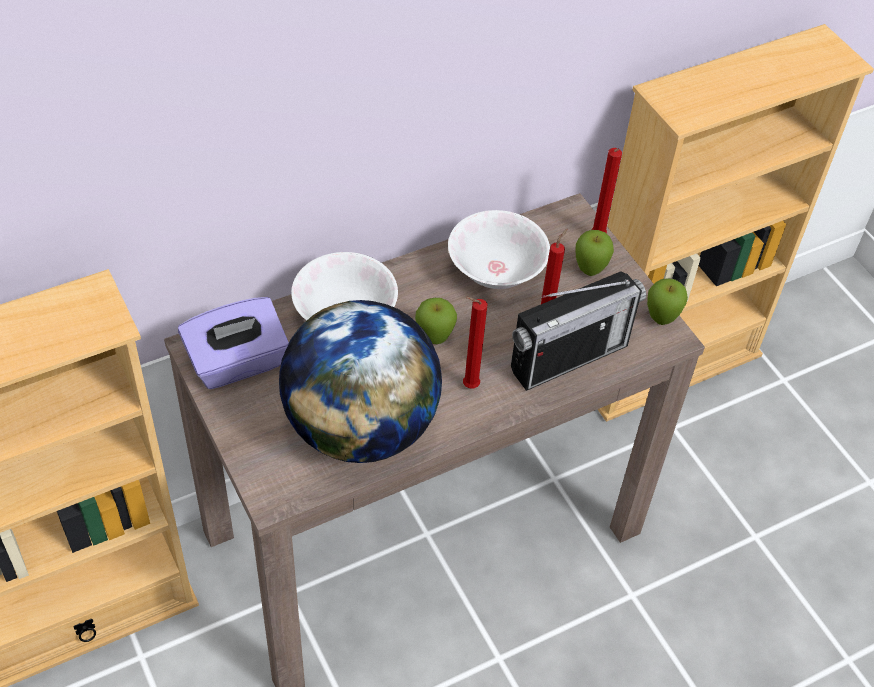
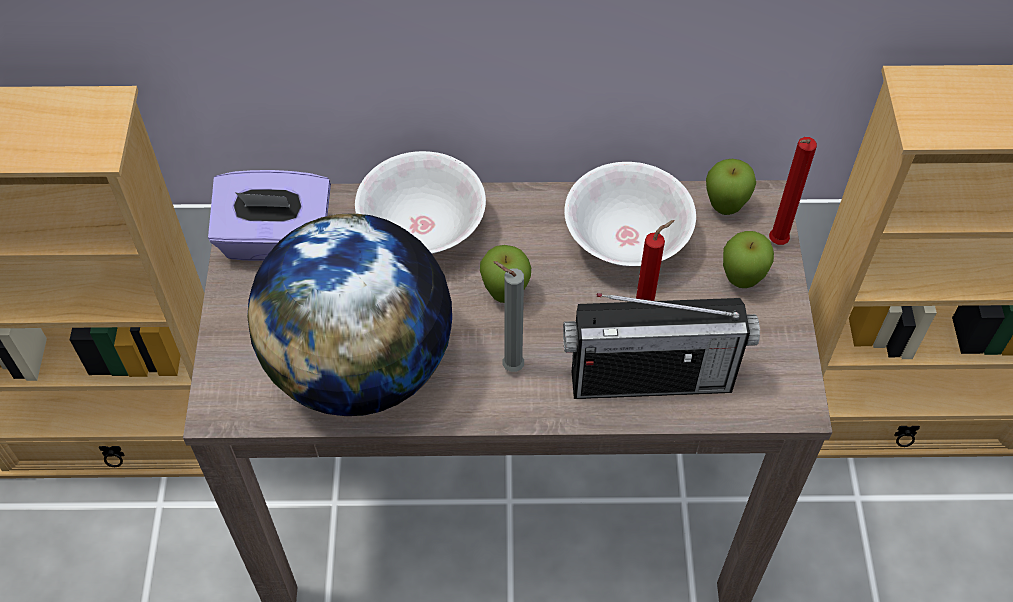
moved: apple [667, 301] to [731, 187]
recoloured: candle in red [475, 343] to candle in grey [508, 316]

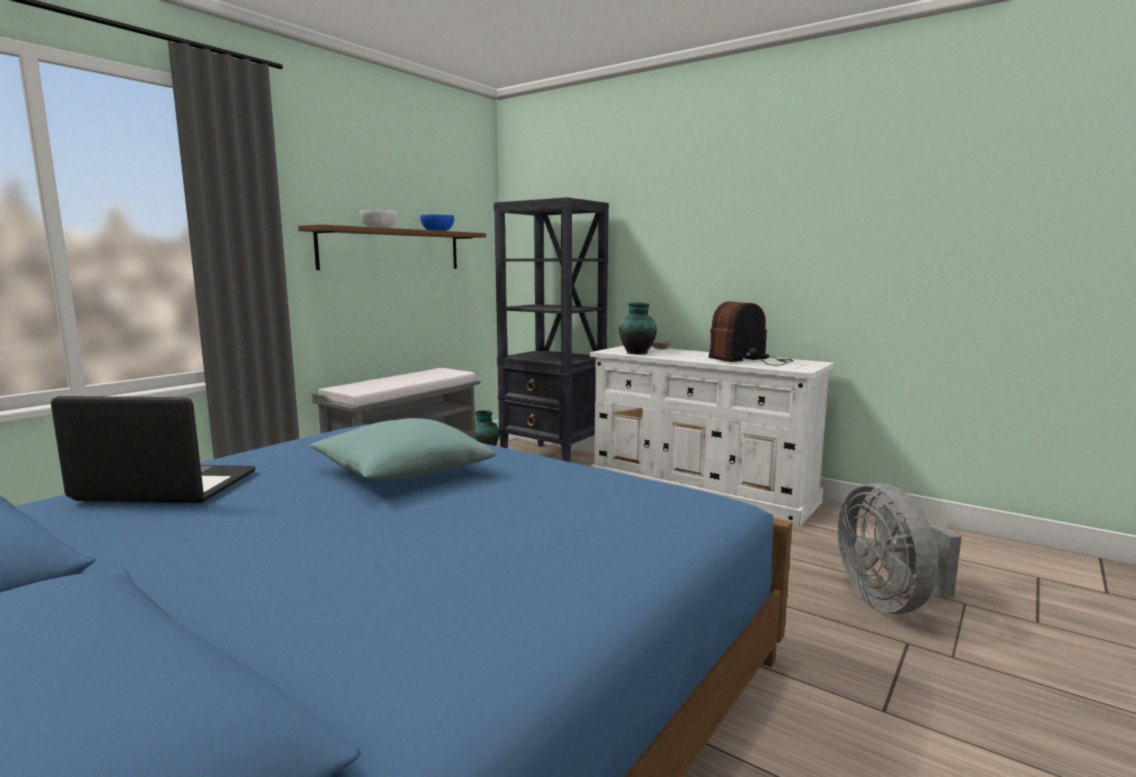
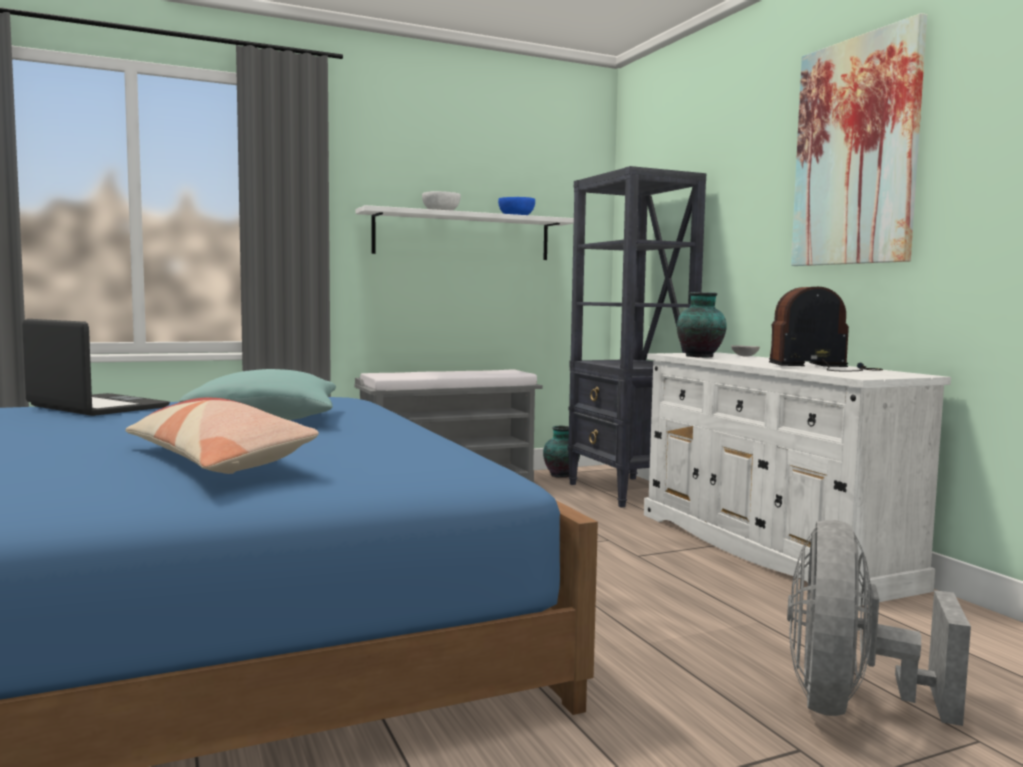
added: pillow [222, 436]; picture [859, 139]
recoloured: shelf in brown [392, 247] to shelf in white [464, 232]

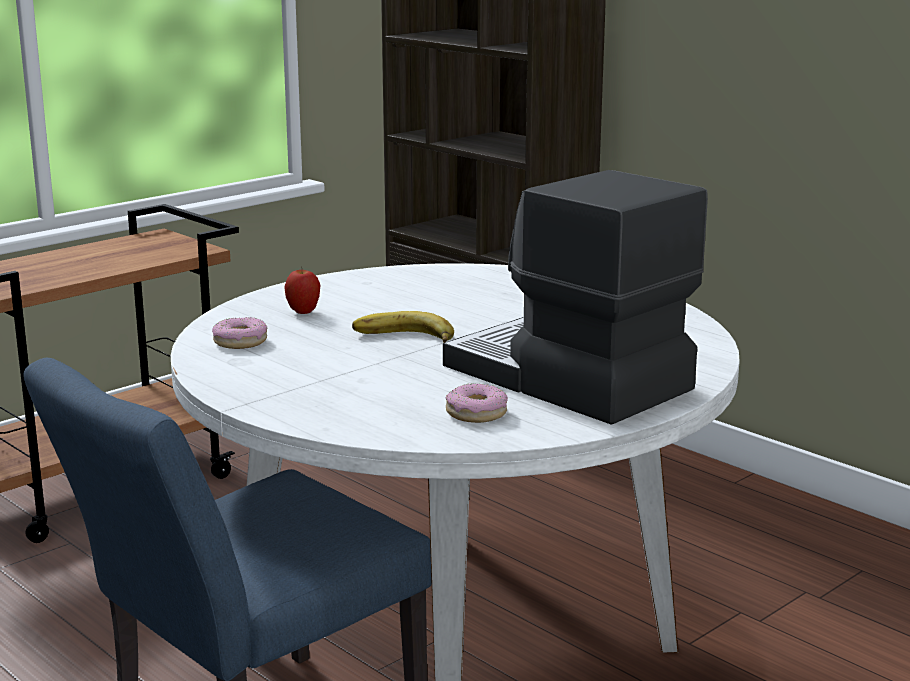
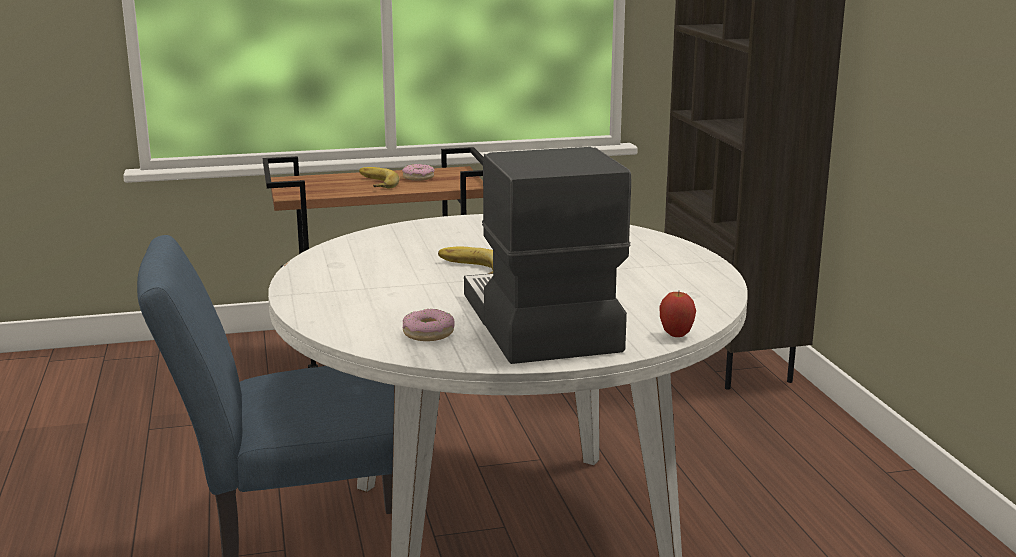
added: banana [379, 178]
moved: donut [239, 333] to [418, 172]; apple [302, 292] to [677, 314]

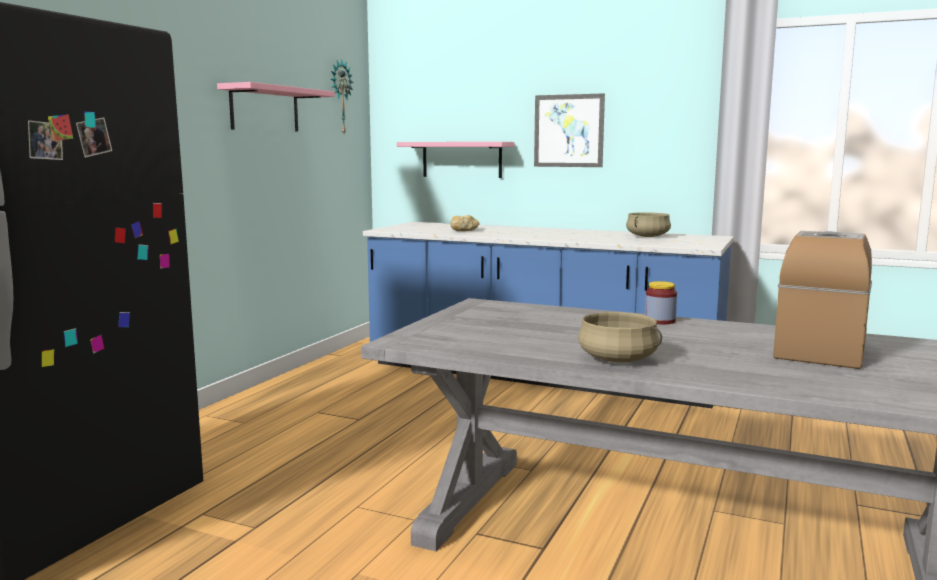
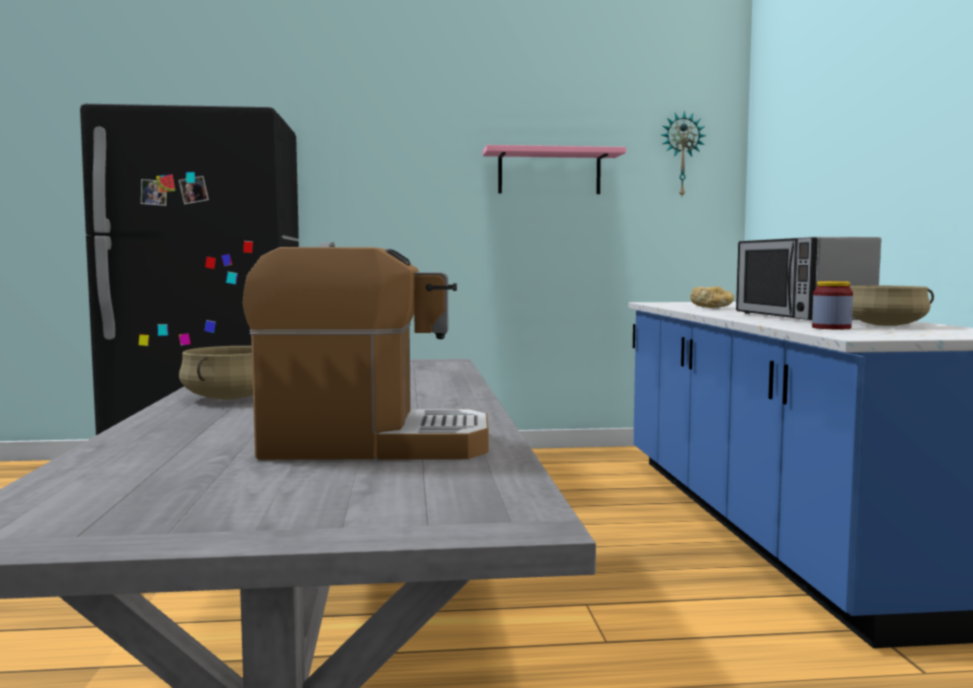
removed: shelf in pink [456, 160]; picture [569, 130]
added: microwave [808, 278]
moved: jar [661, 302] to [832, 305]

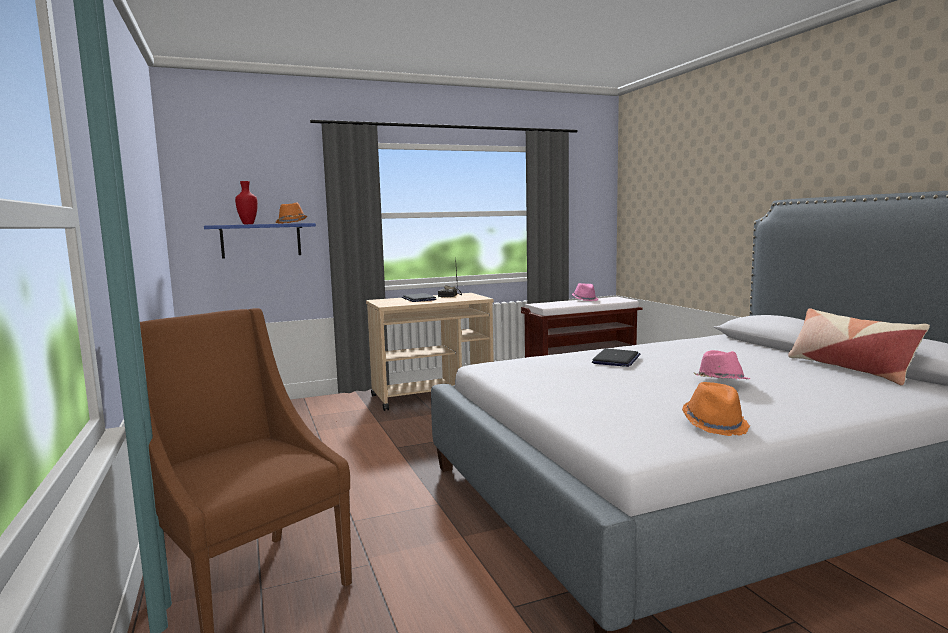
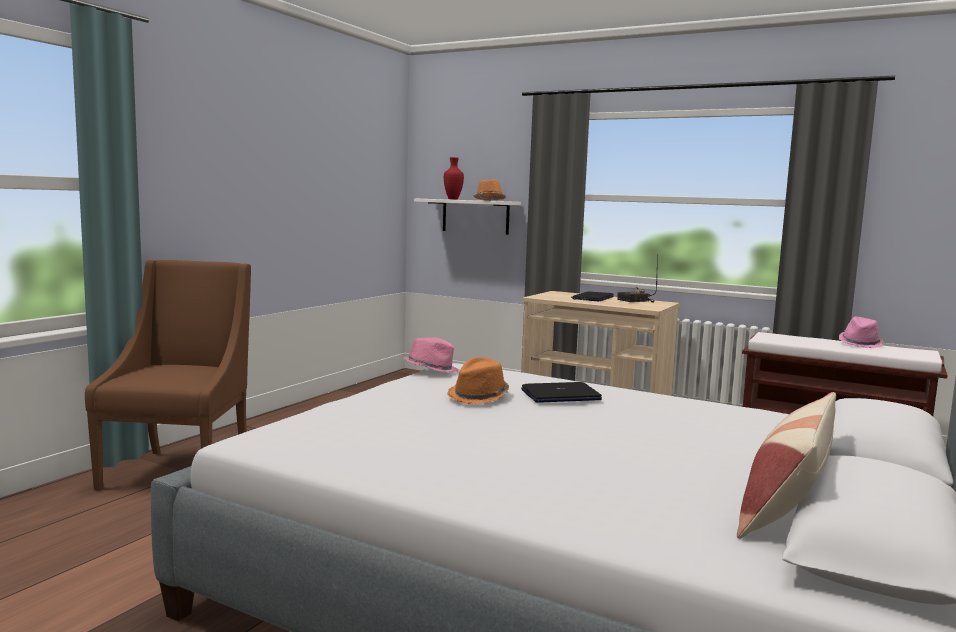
moved: hat in orange [716, 409] to [478, 381]; hat in pink [722, 364] to [431, 355]
recoloured: shelf in blue [260, 240] to shelf in white [467, 216]

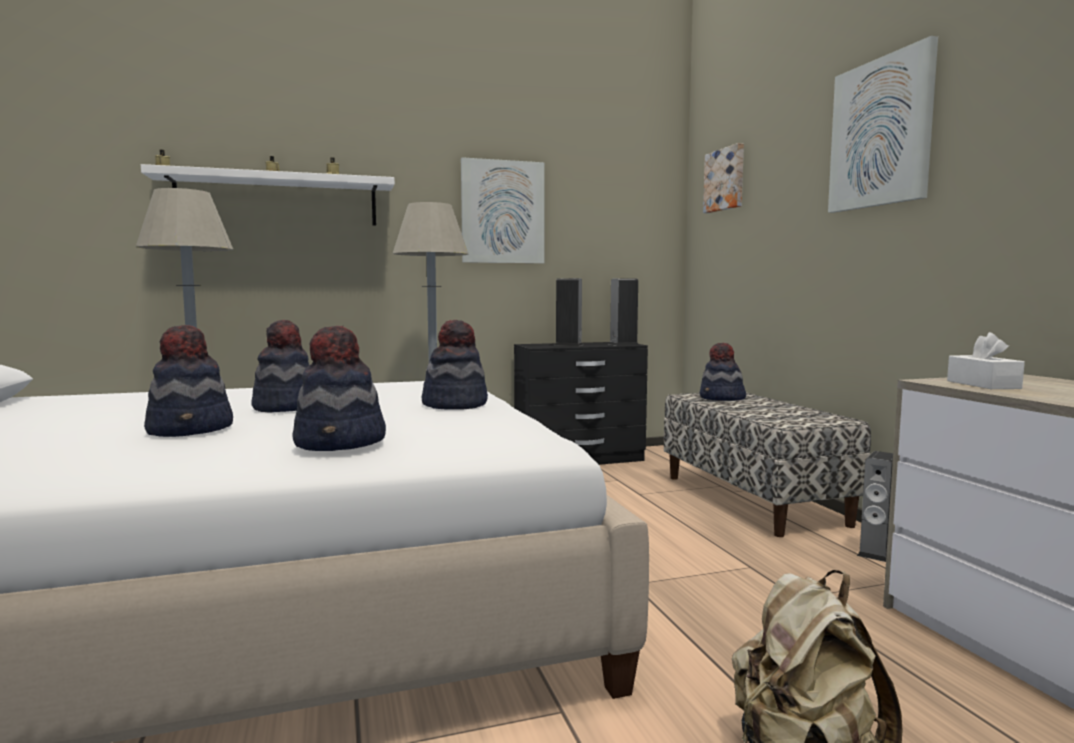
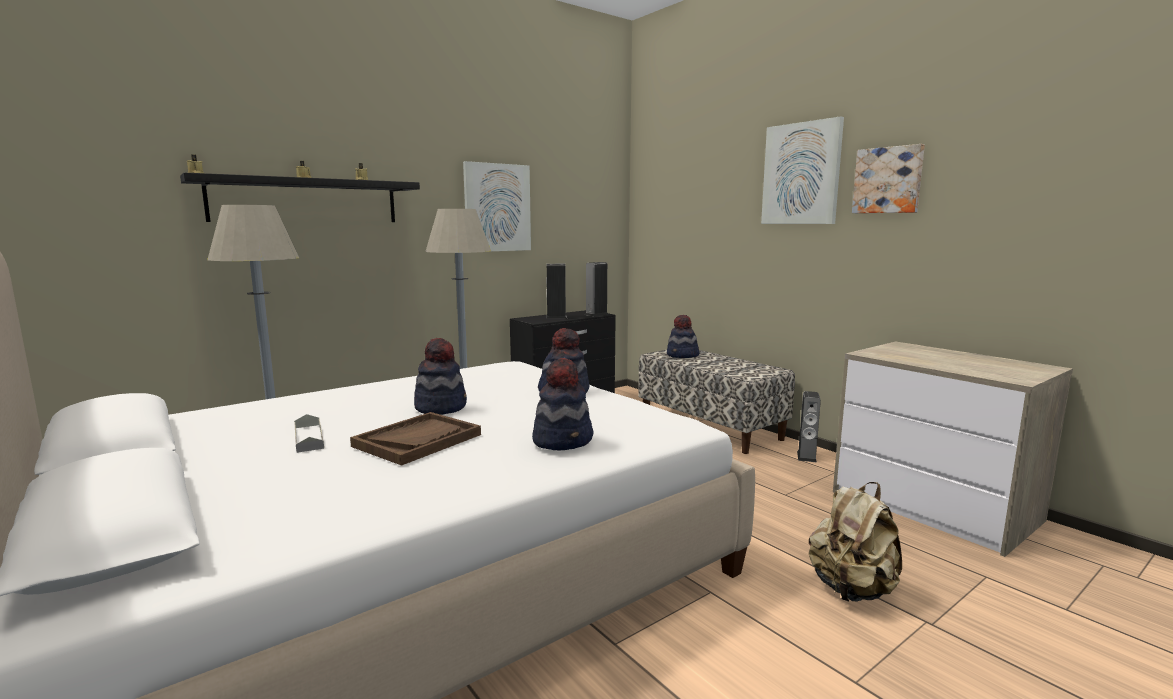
removed: tissue box in white [986, 360]
added: tray in grey [309, 433]
moved: picture [723, 178] to [888, 178]
replaced: hat [188, 381] to tray in brown [415, 439]
recoloured: shelf in white [268, 195] to shelf in black [300, 197]

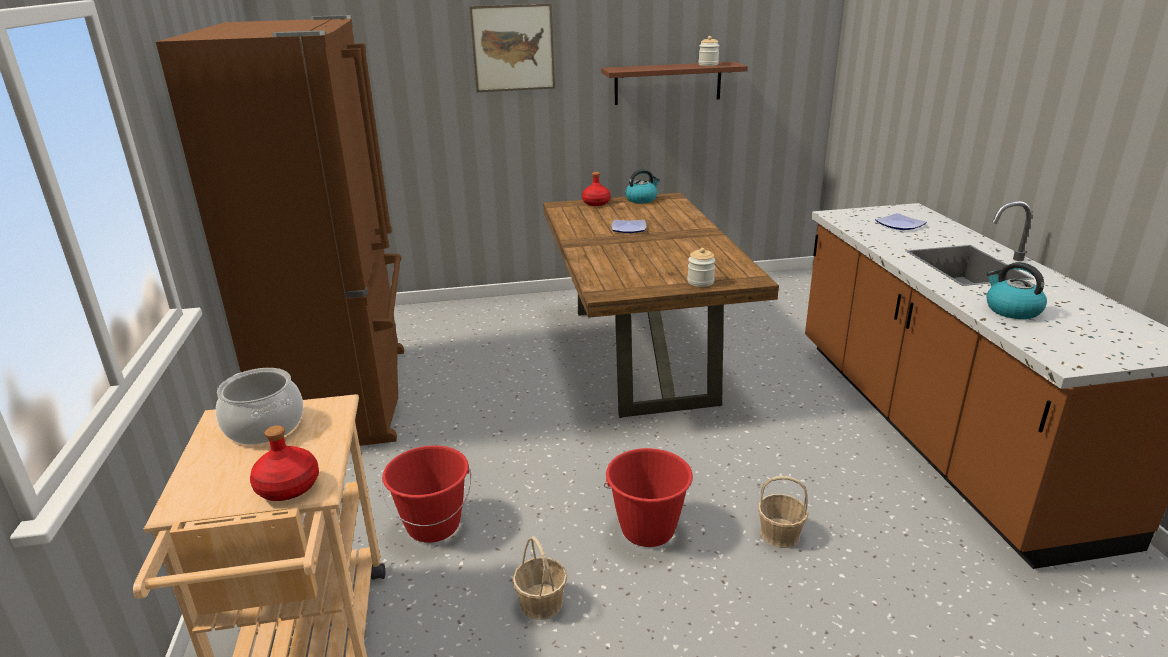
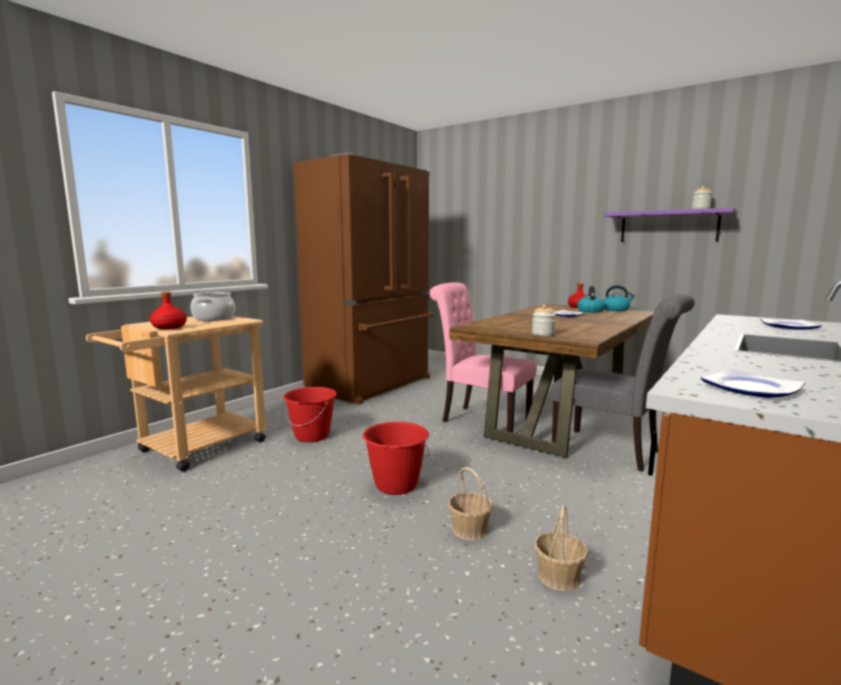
removed: picture [512, 48]
added: chair in pink [483, 357]; chair in grey [623, 383]; plate [752, 383]
moved: basket [540, 578] to [561, 547]; kettle [1016, 290] to [591, 299]
recoloured: shelf in brown [674, 83] to shelf in purple [670, 225]

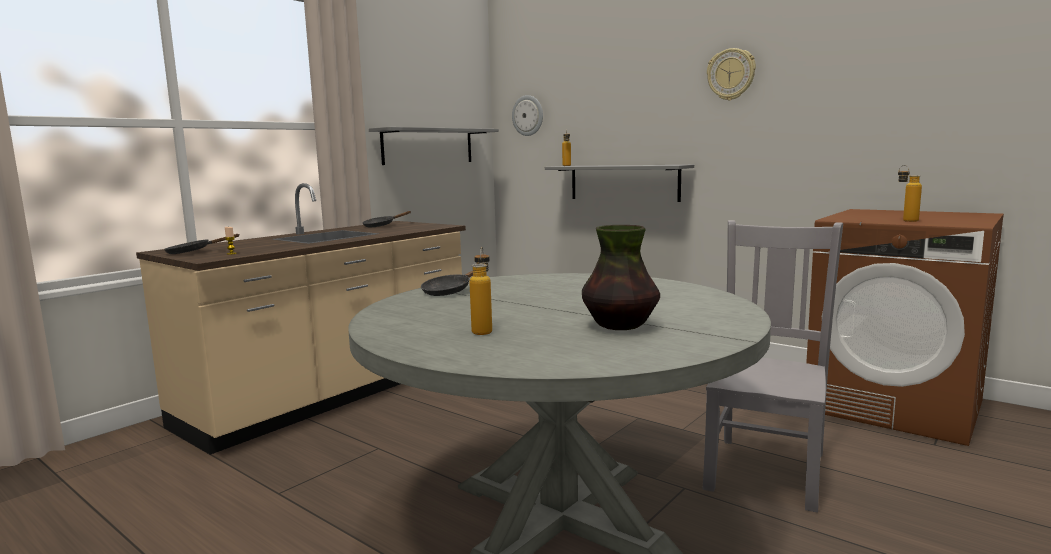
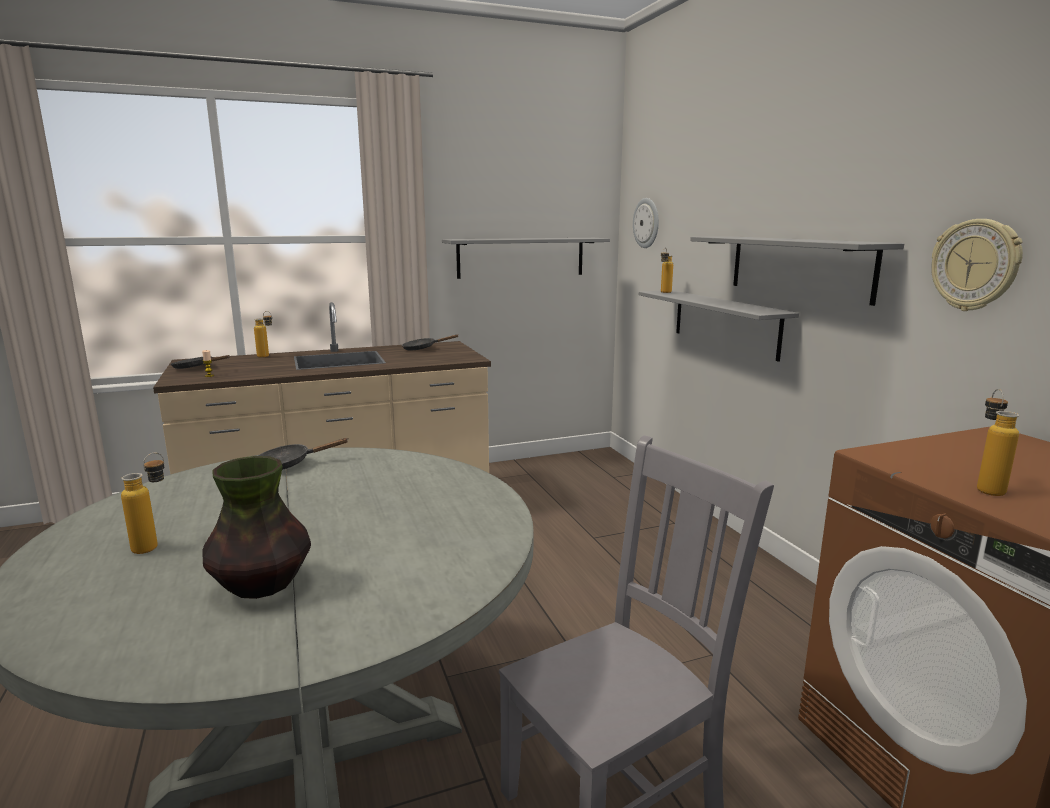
added: bottle [263, 334]; shelf in grey [797, 271]
moved: wall clock [731, 74] to [977, 265]

